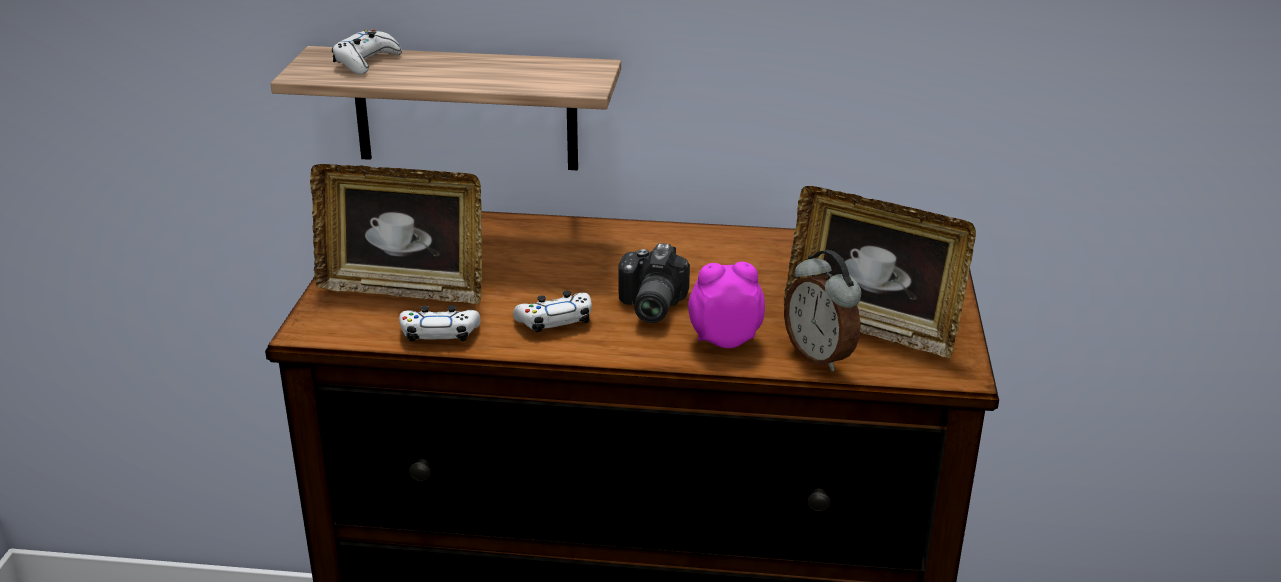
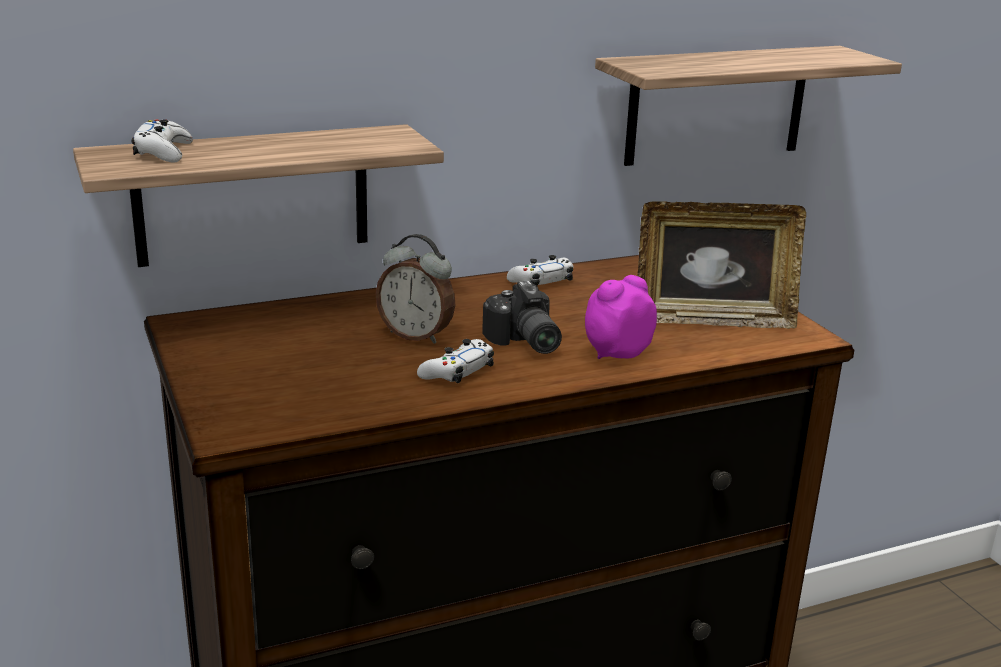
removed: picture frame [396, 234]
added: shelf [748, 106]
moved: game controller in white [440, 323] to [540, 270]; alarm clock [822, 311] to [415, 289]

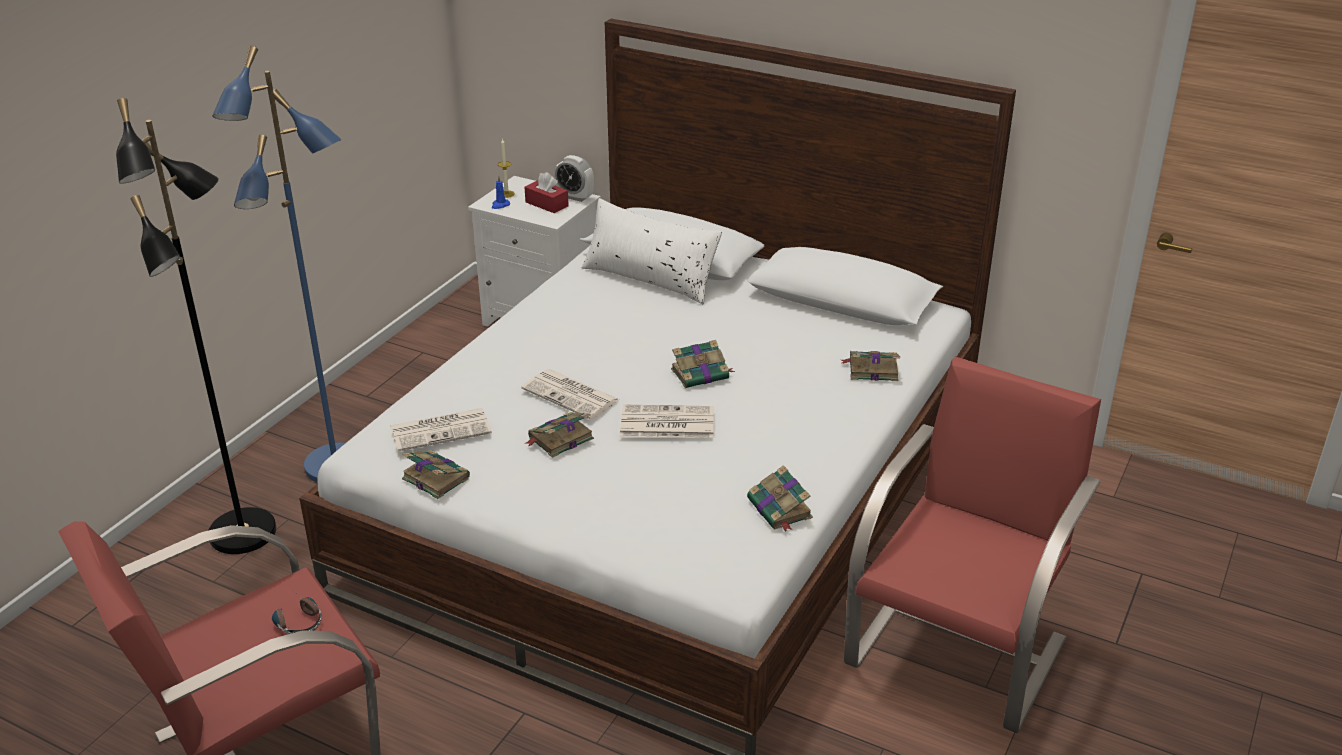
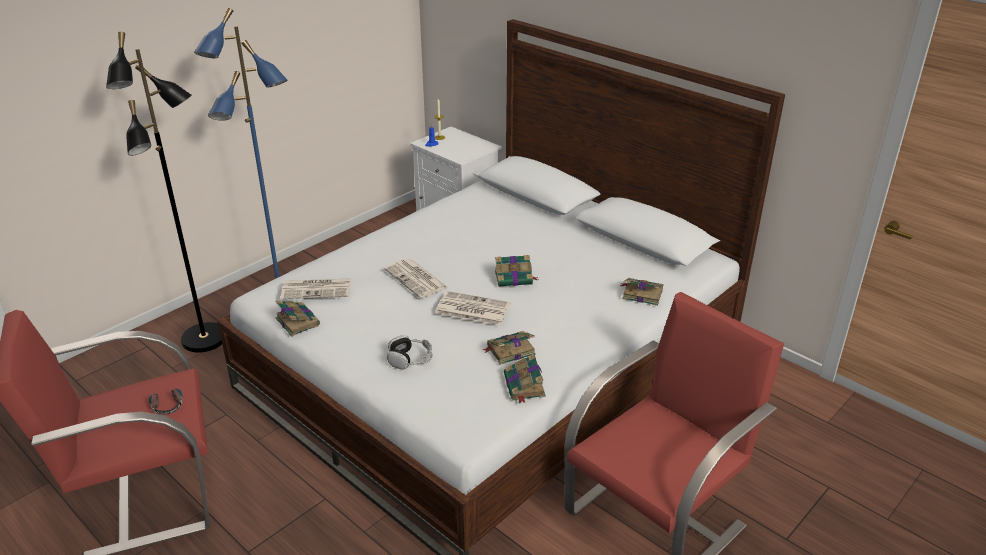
removed: tissue box in red [546, 192]; alarm clock [574, 178]; pillow in white [652, 251]
added: headphones [409, 352]
moved: book [560, 435] to [509, 348]

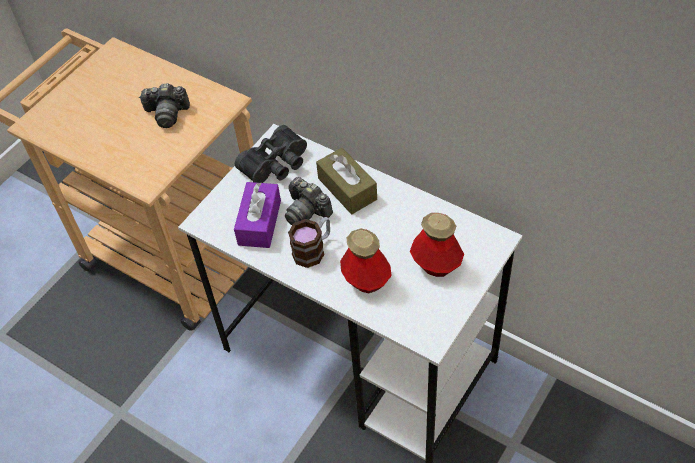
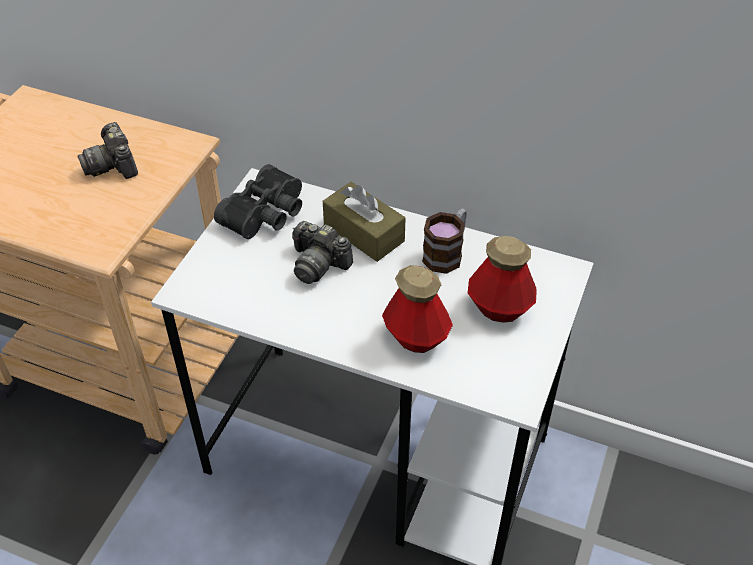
removed: tissue box in purple [257, 215]
moved: mug [309, 242] to [444, 241]
turned: photo camera [164, 105] = [108, 150] 75 degrees clockwise

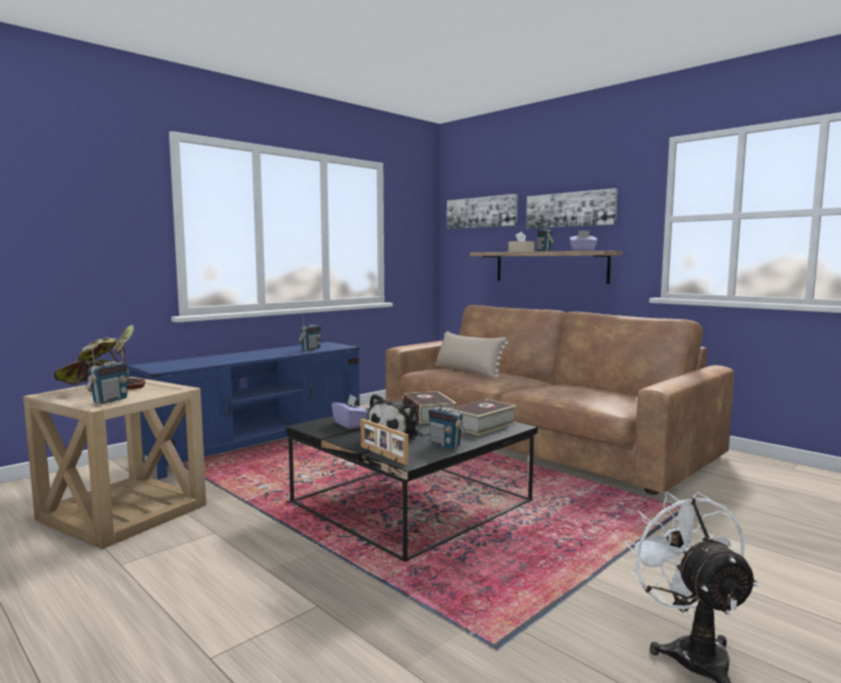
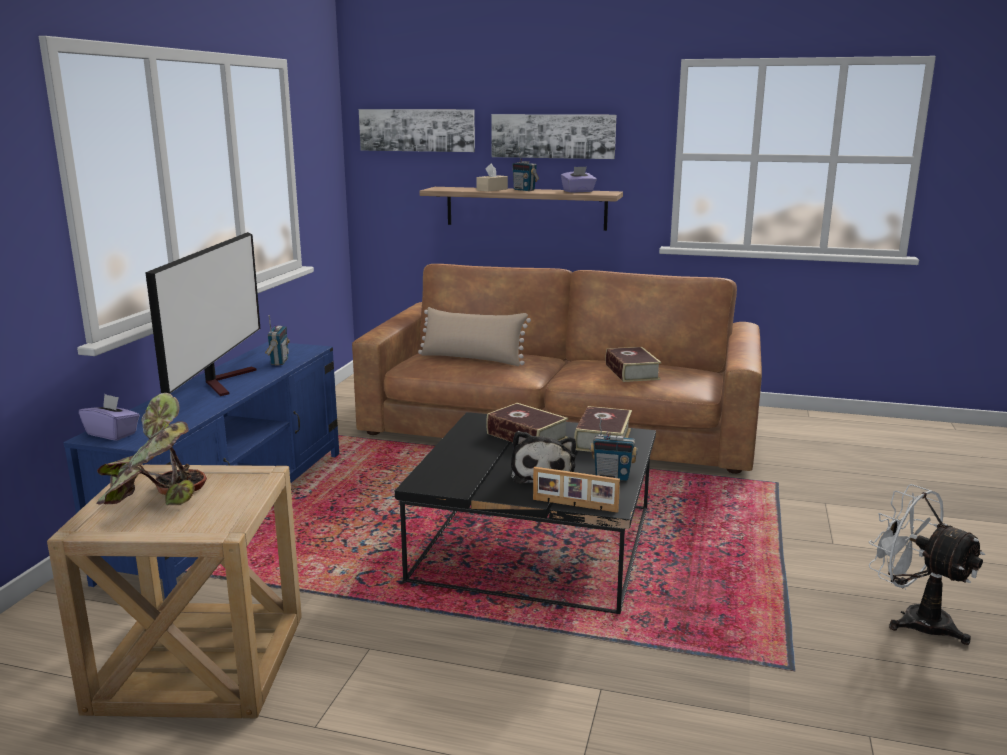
removed: radio [107, 375]
added: television [202, 314]; book [633, 364]
moved: tissue box in purple [350, 411] to [109, 417]

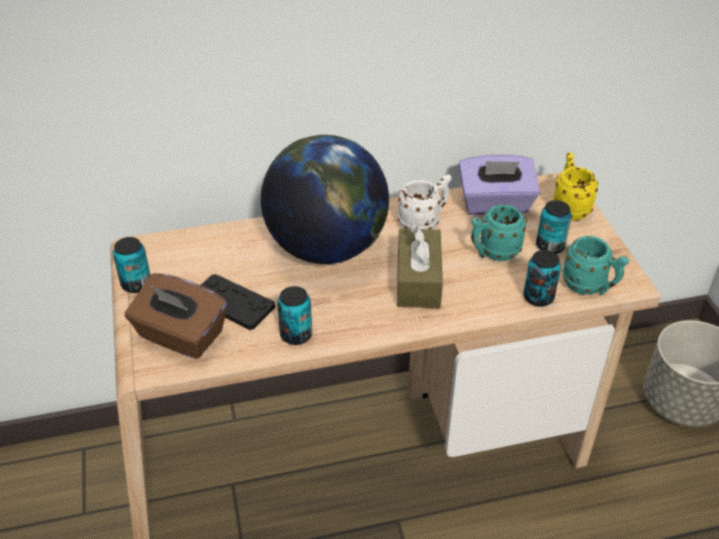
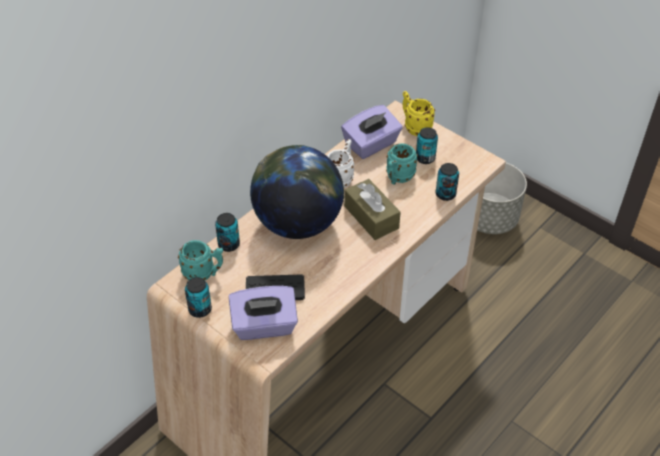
moved: can [294, 315] to [227, 232]; mug in turquoise [596, 265] to [200, 260]
recoloured: tissue box in brown [176, 316] to tissue box in purple [263, 313]

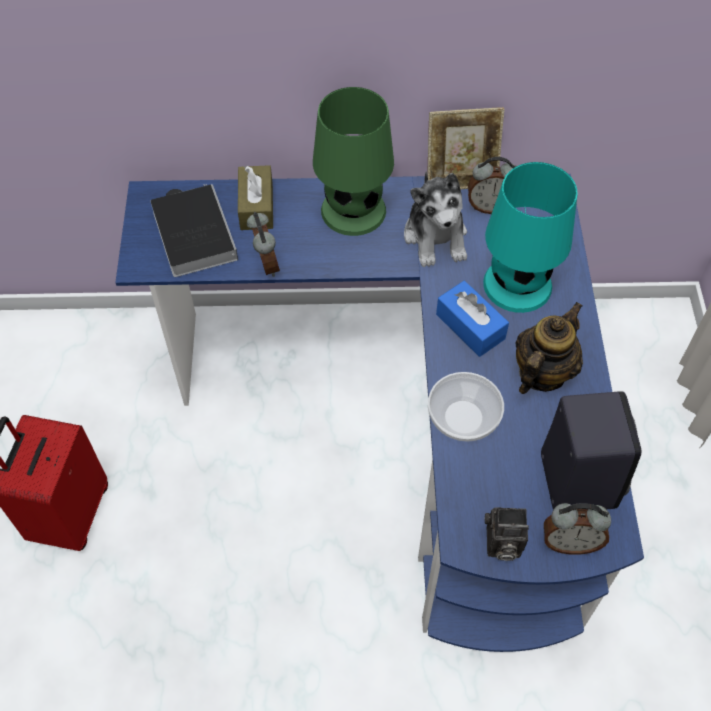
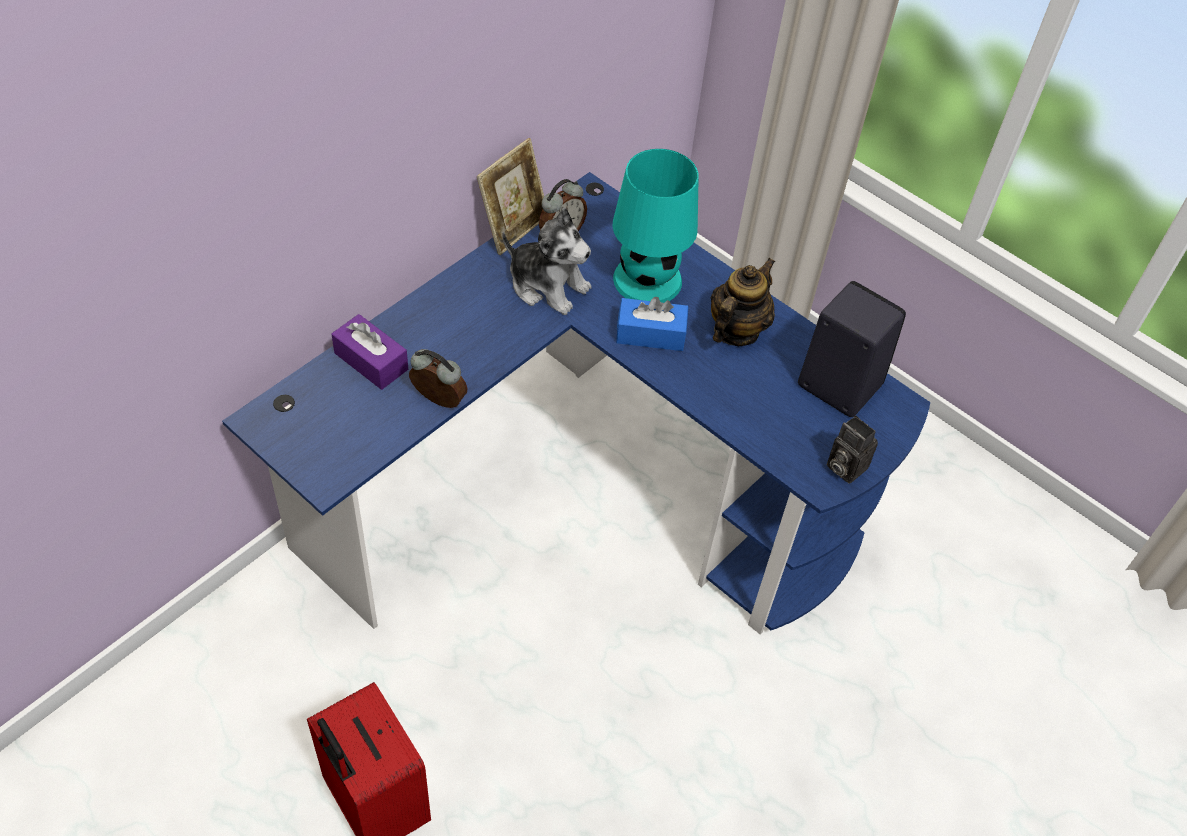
removed: book [194, 230]; table lamp in green [353, 161]; bowl [466, 407]; alarm clock [577, 529]
recoloured: tissue box in brown [255, 197] to tissue box in purple [369, 352]
turned: photo camera [507, 534] = [852, 450] 90 degrees clockwise; teapot [549, 348] = [743, 302] 45 degrees clockwise

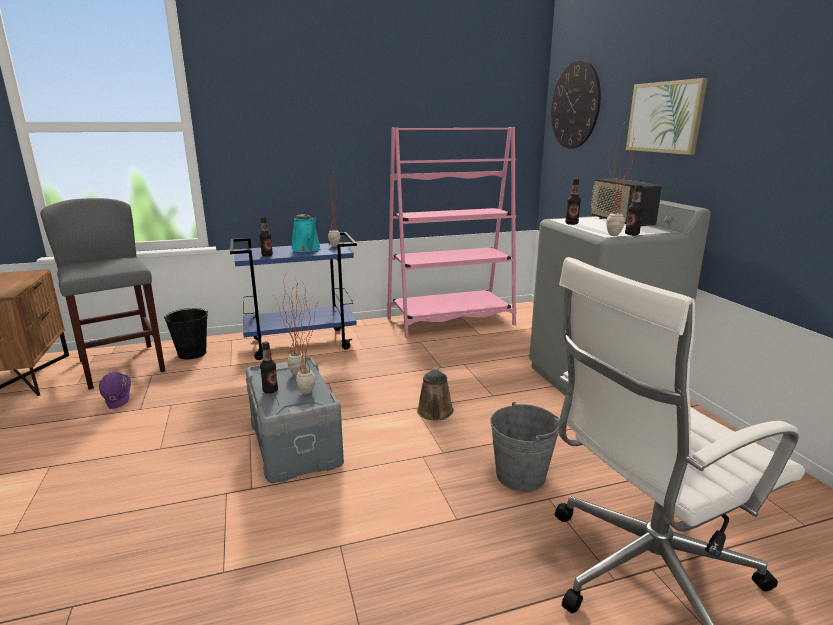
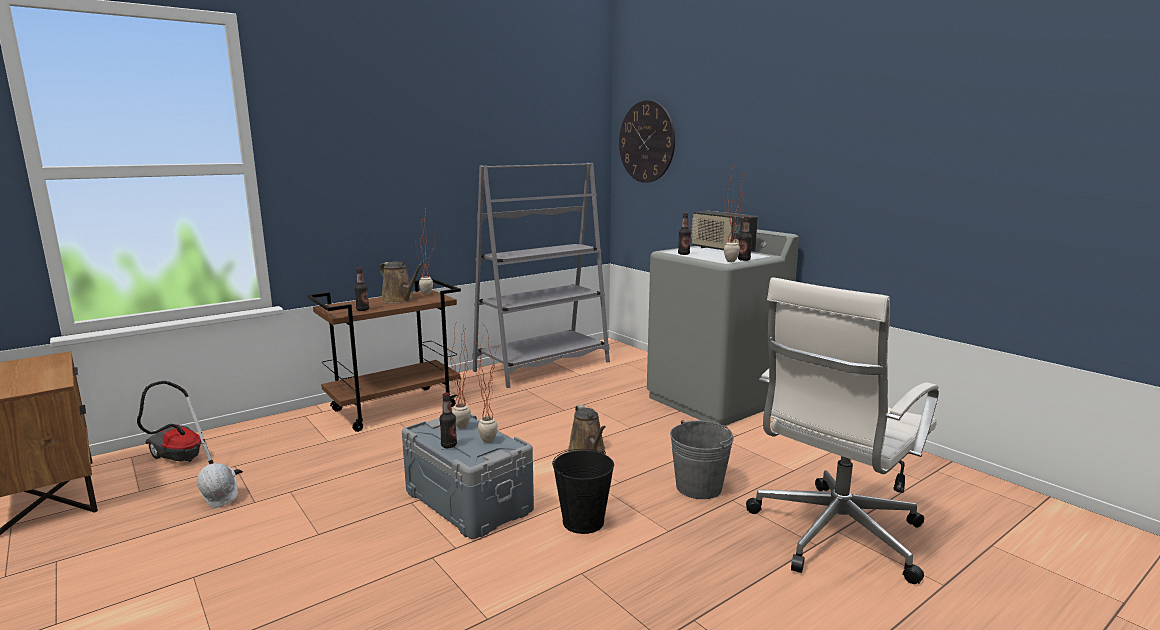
removed: picture [667, 116]
moved: bucket in black [186, 333] to [583, 491]
replaced: stool in grey [102, 294] to vacuum cleaner [190, 428]
recoloured: hard hat in purple [115, 390] to hard hat in white [217, 486]; cart in blue [293, 296] to cart in brown [384, 355]; watering can in turquoise [306, 233] to watering can in brown [401, 282]; bookcase in pink [451, 232] to bookcase in grey [541, 275]

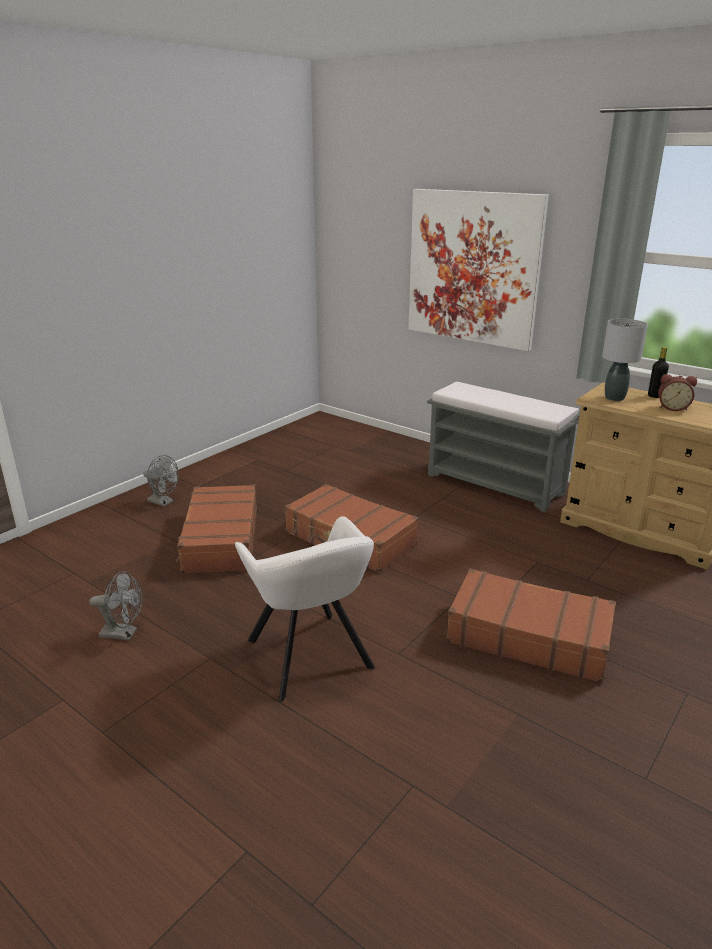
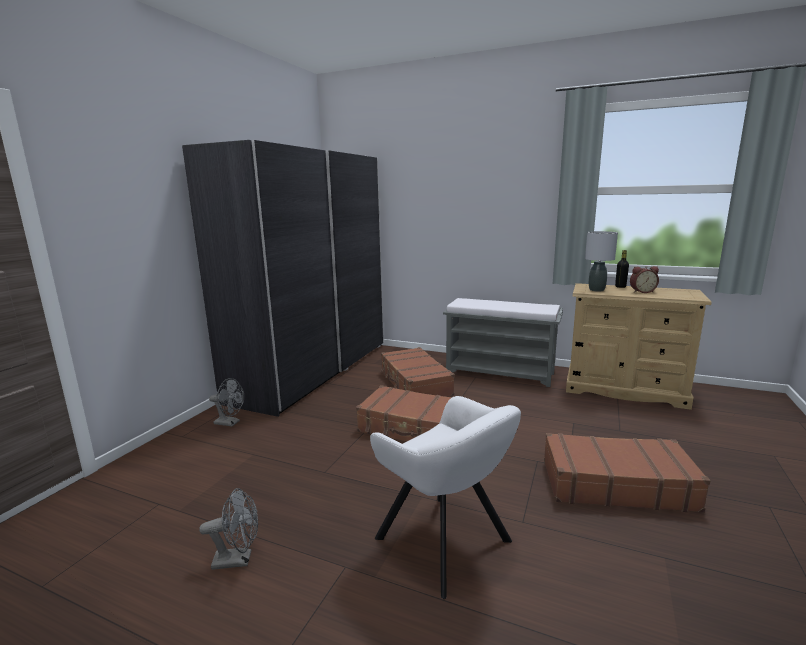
removed: picture [478, 270]
added: wardrobe in grey [283, 278]
moved: suitcase in brown [216, 529] to [418, 372]

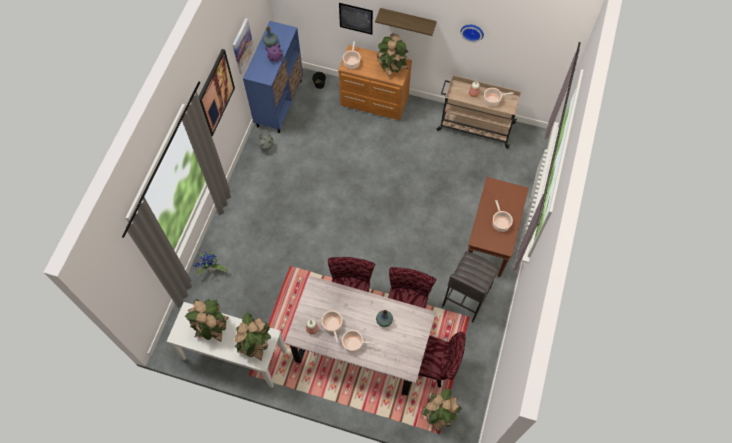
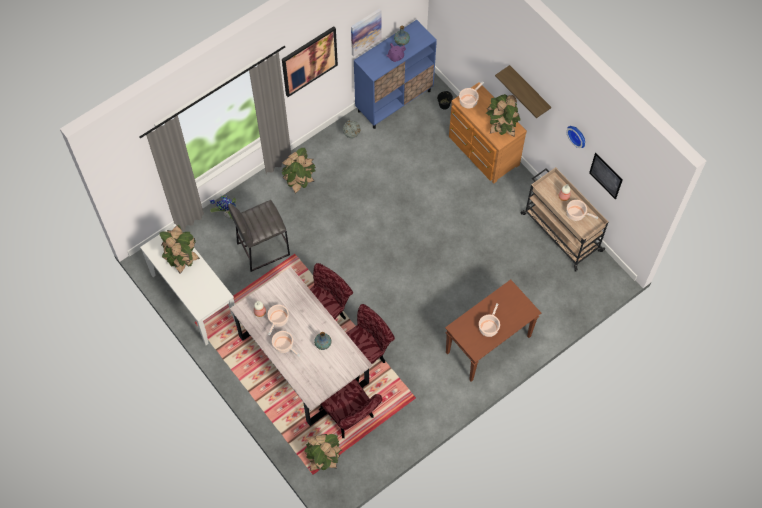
moved: potted plant [253, 336] to [298, 171]; picture [356, 19] to [606, 176]; stool in grey [470, 287] to [259, 236]

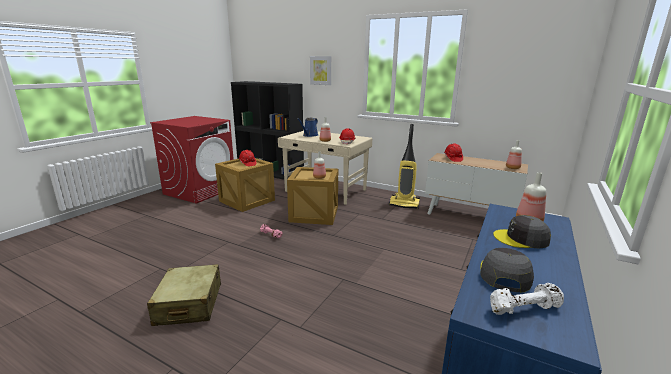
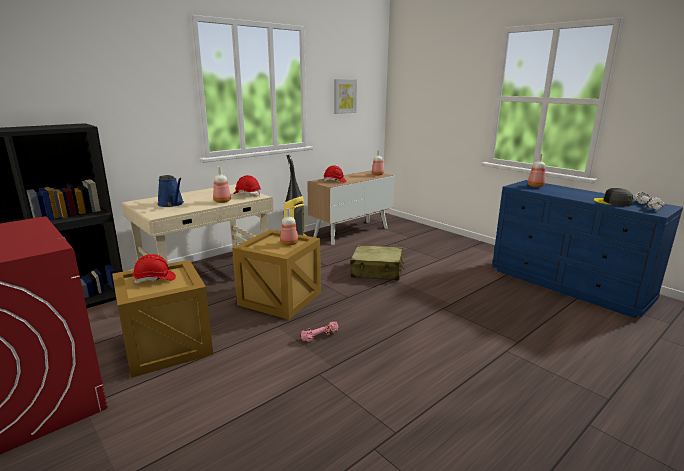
removed: cap in grey [522, 231]
moved: suitcase in beige [184, 295] to [377, 262]; picture [320, 70] to [345, 96]

